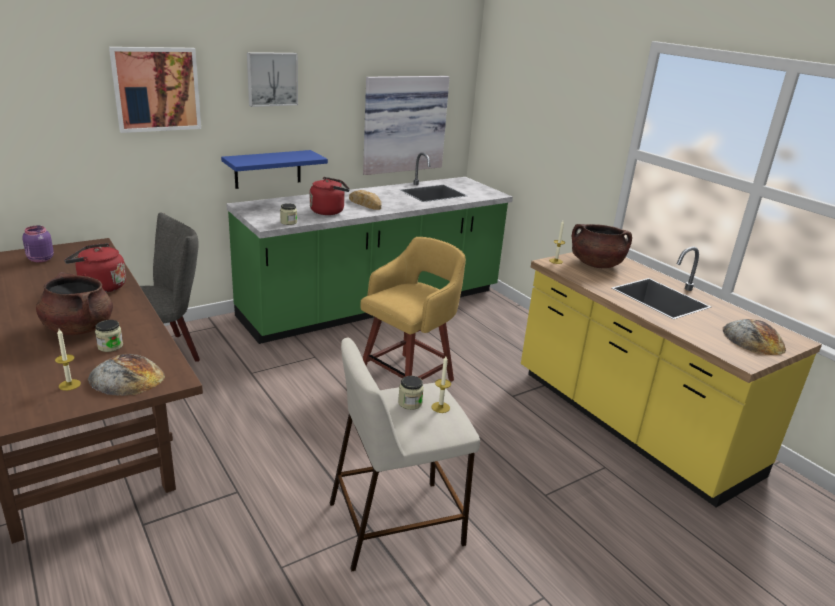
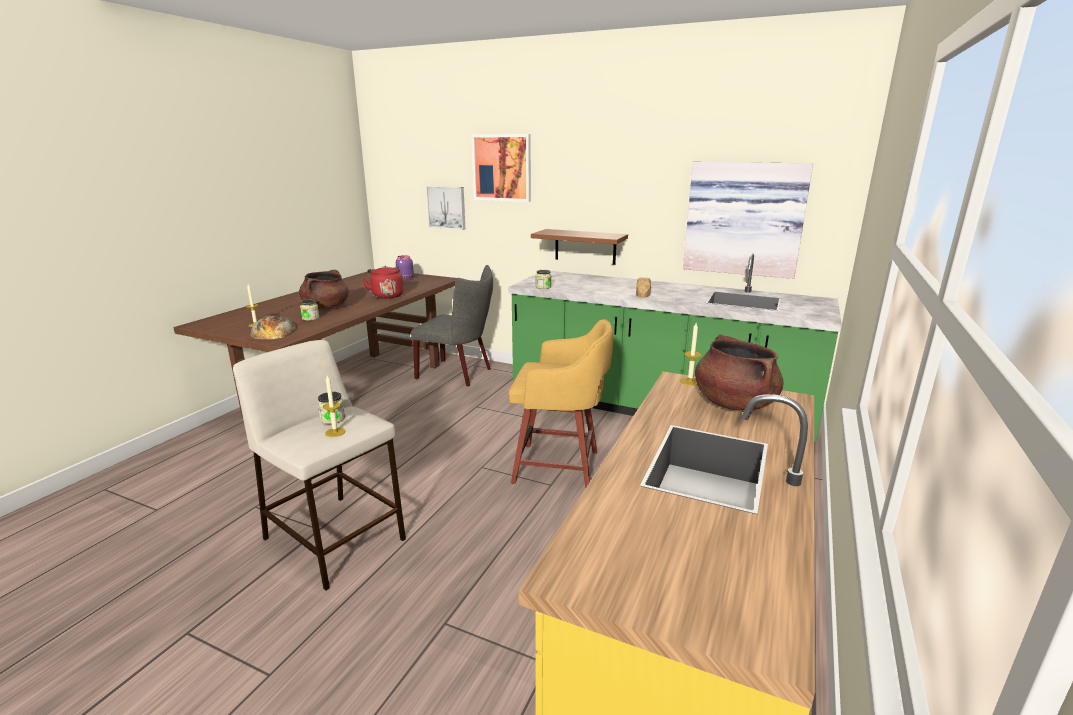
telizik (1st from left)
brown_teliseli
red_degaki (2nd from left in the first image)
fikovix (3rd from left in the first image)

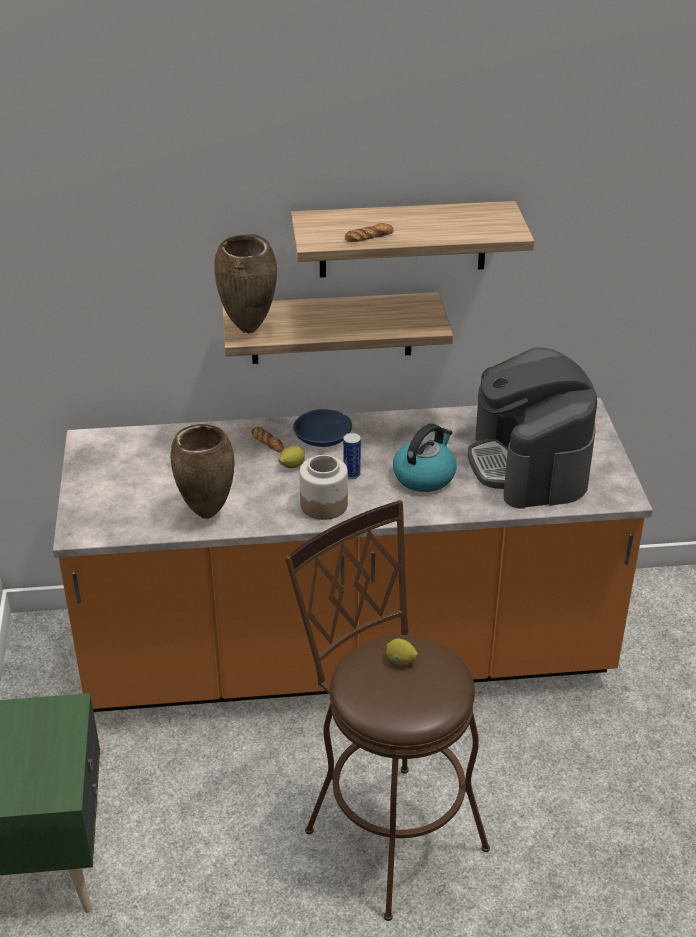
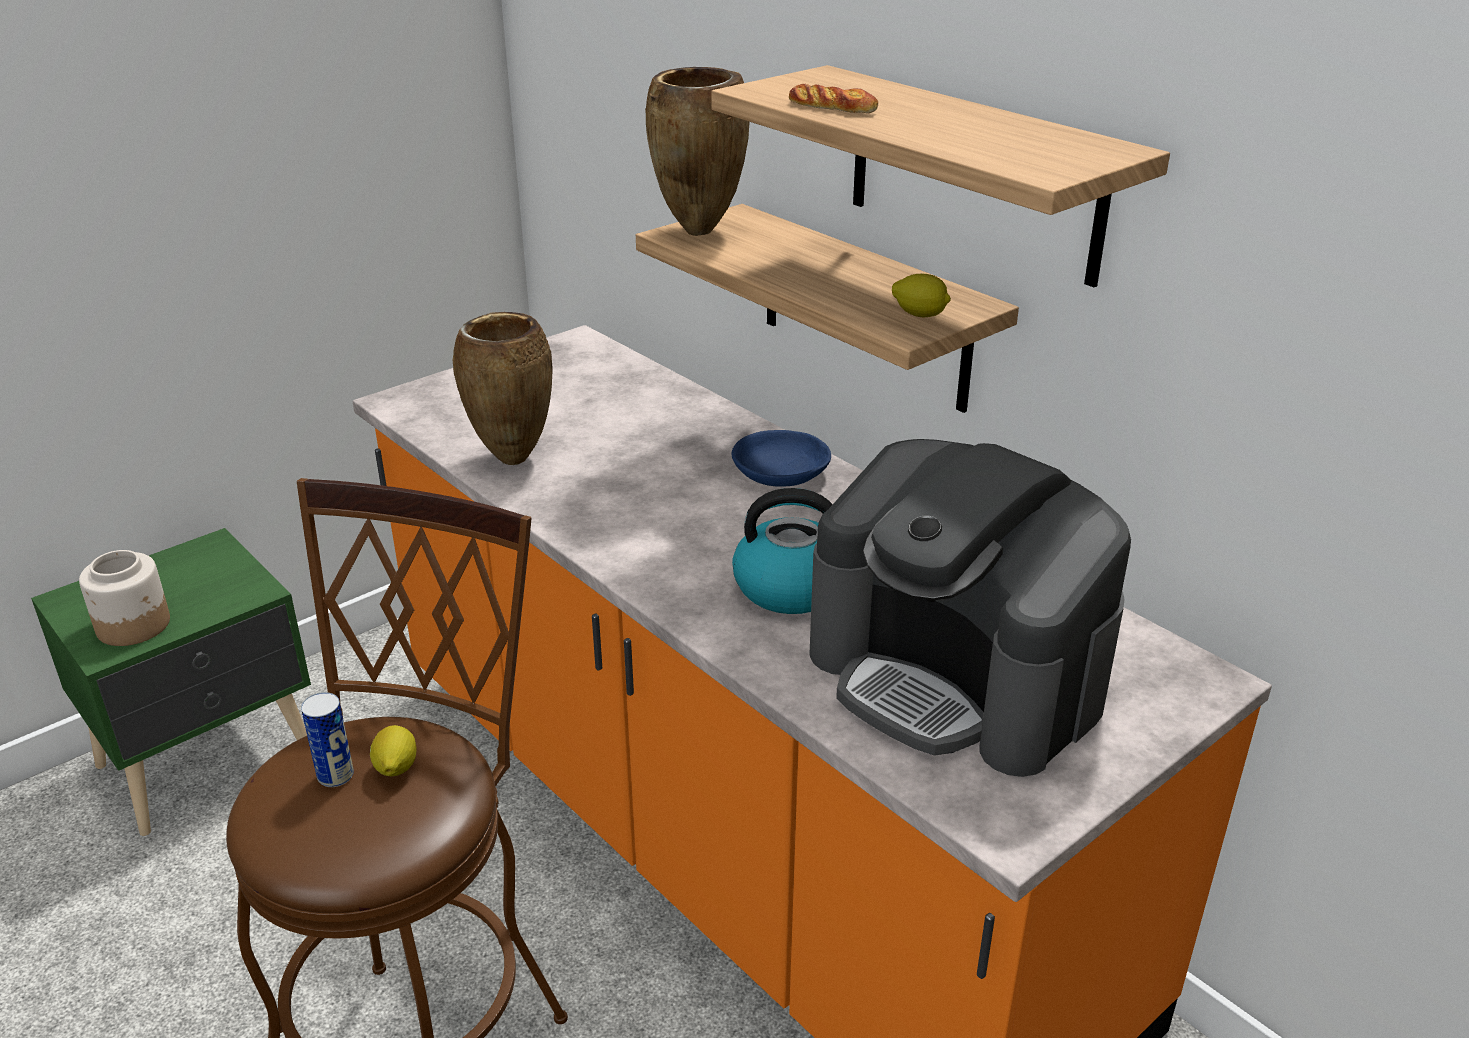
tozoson
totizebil
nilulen
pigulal (2nd from left)
fikovix (1st from left in the first image)

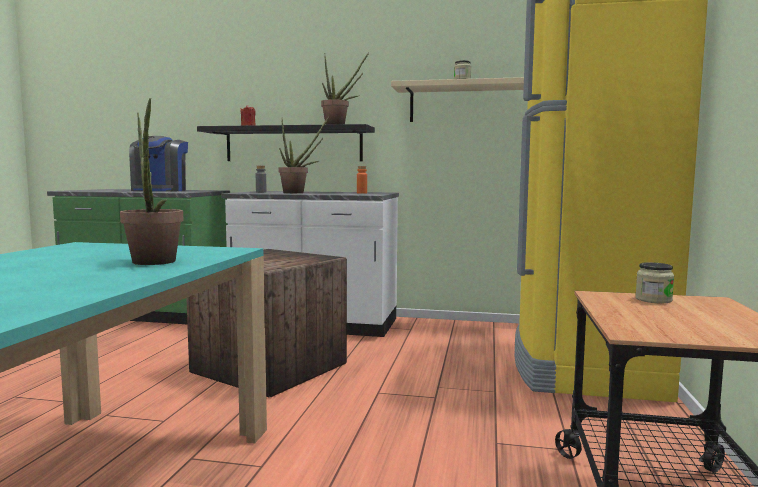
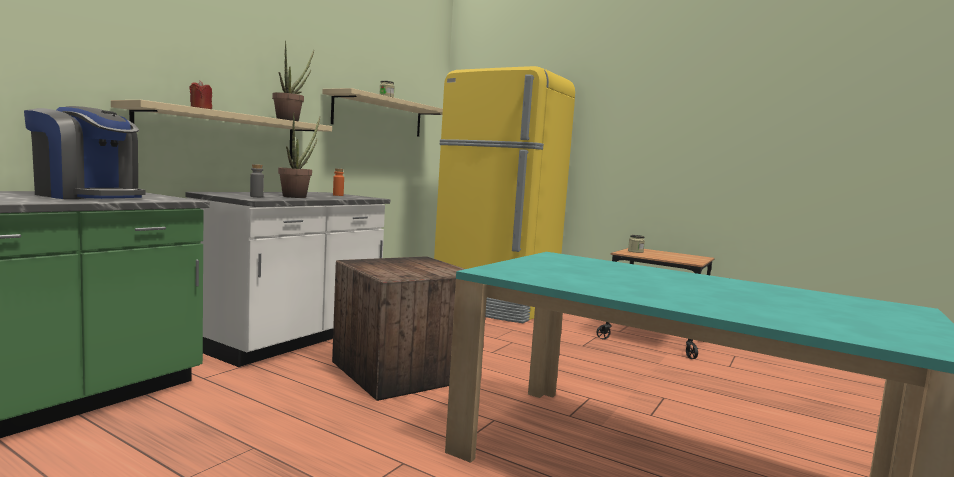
beige_teliseli (1st from left)
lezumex (1st from left in the first image)

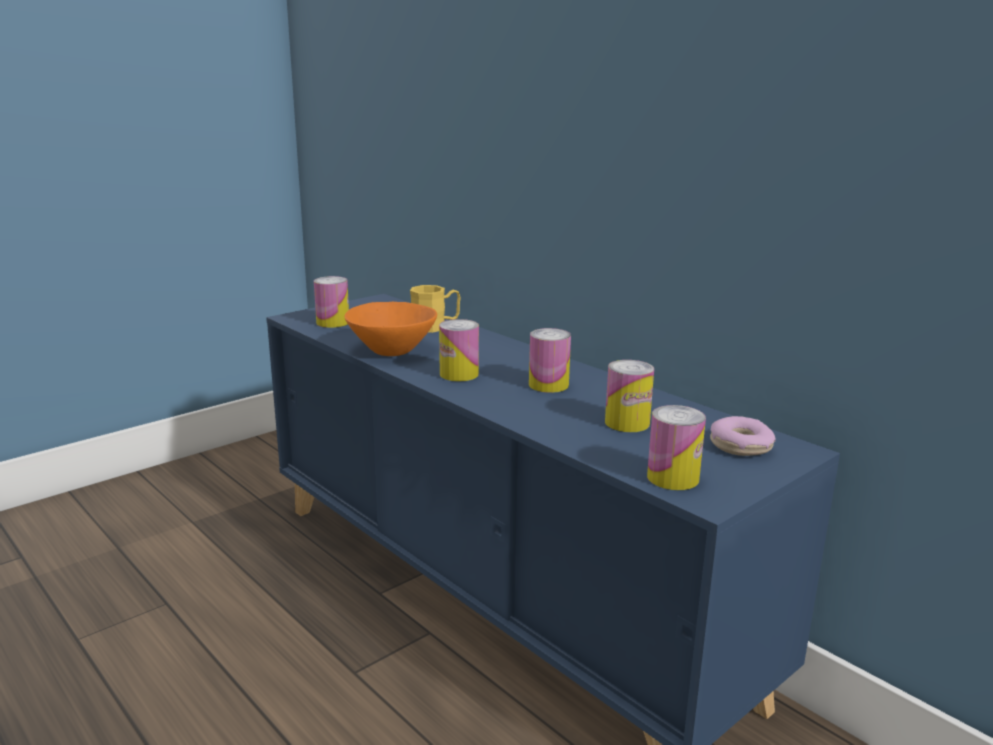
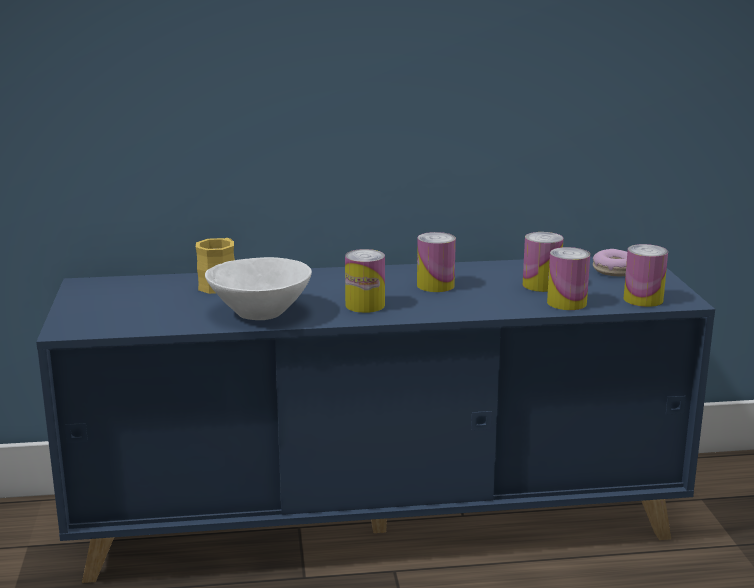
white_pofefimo
totizebil (4th from left)

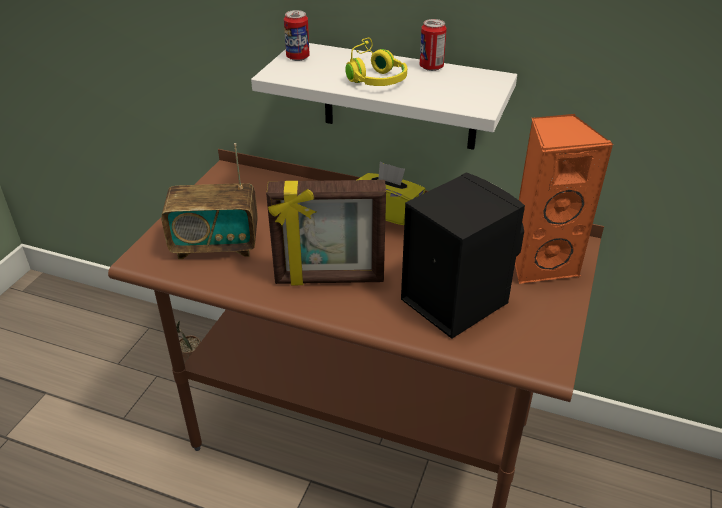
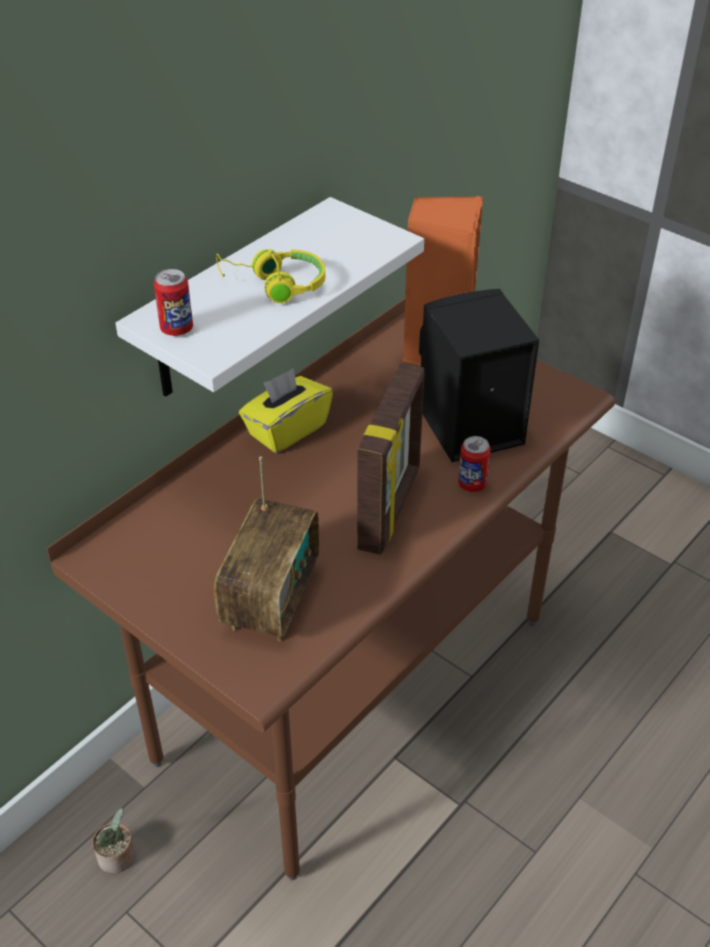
totizebil (2nd from left)

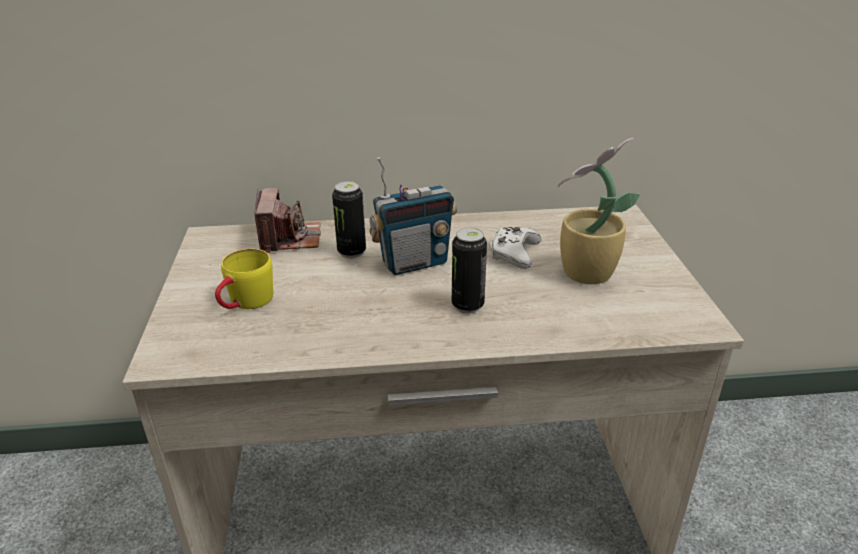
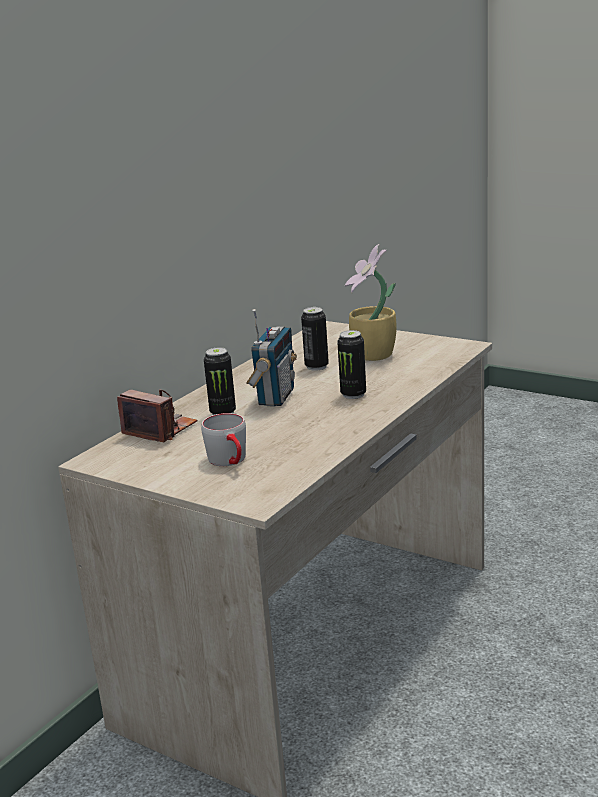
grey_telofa
totizebil (2nd from left)

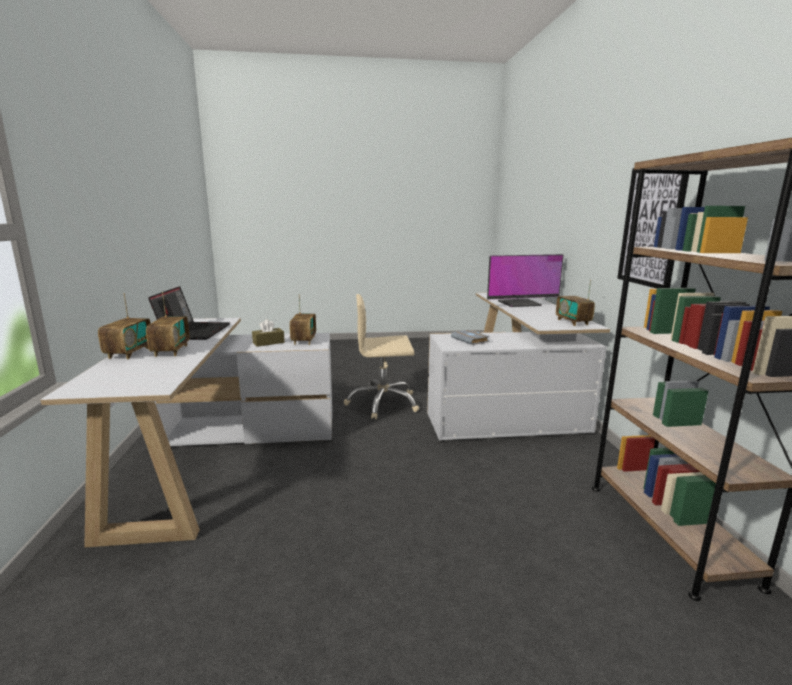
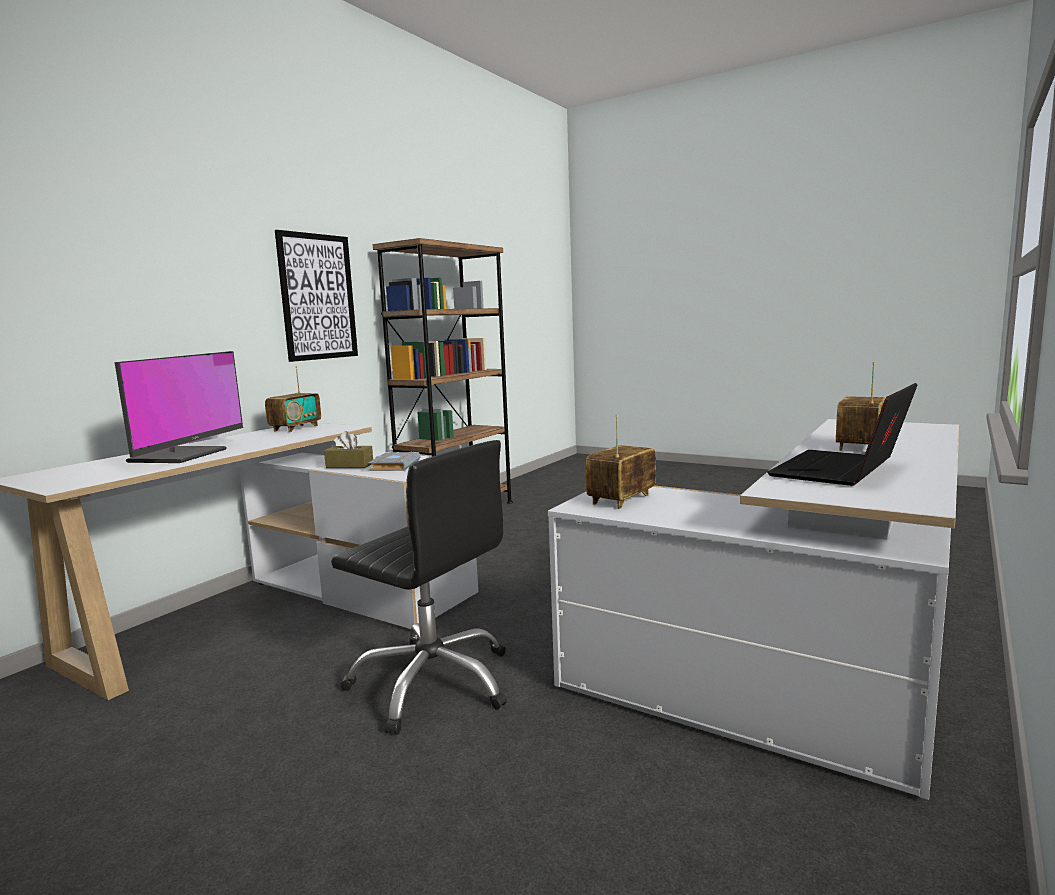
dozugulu
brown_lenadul
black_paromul
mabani (1st from left in the first image)

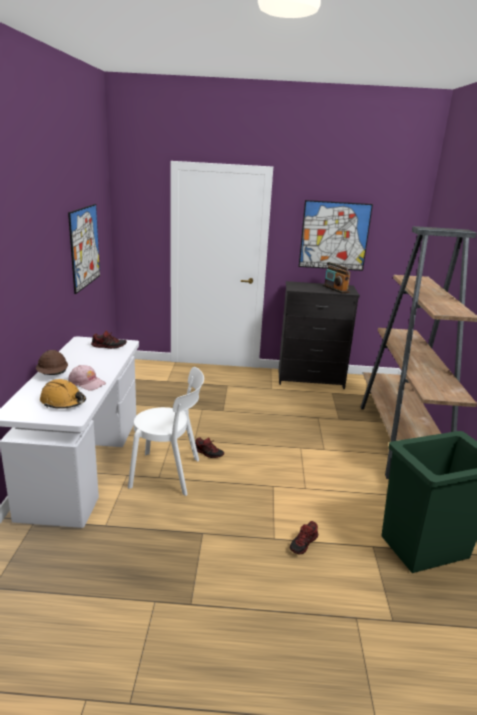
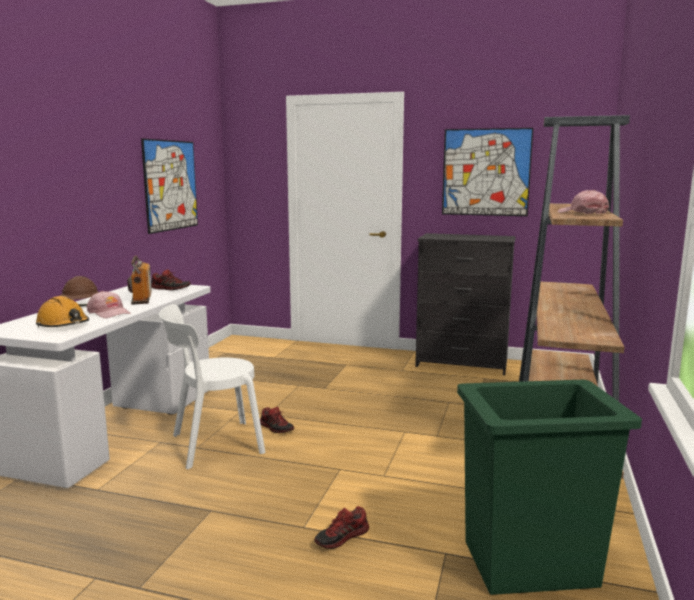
mabani
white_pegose
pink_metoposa (2nd from left)

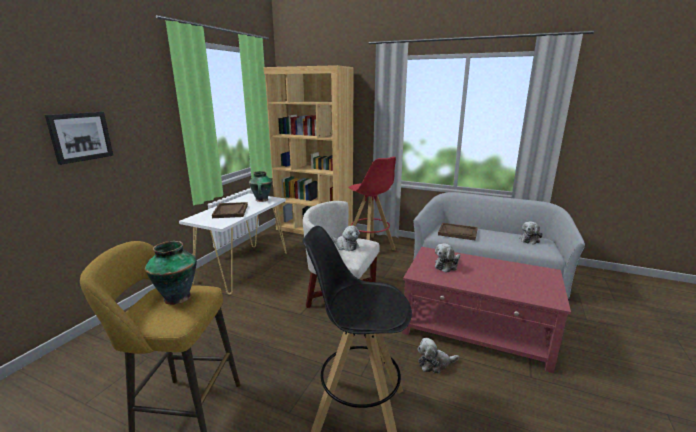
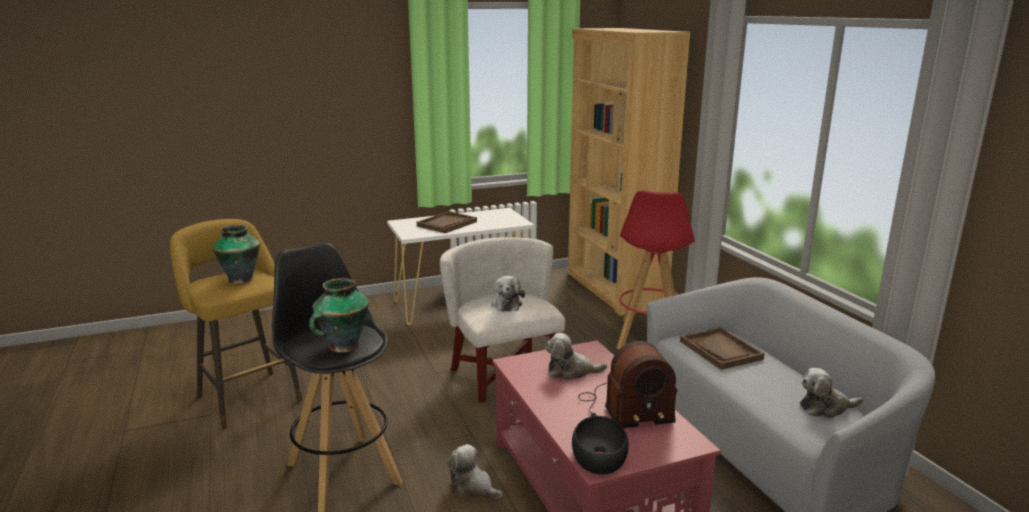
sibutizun (2nd from left)
black_pofefimo
mabani
telizik

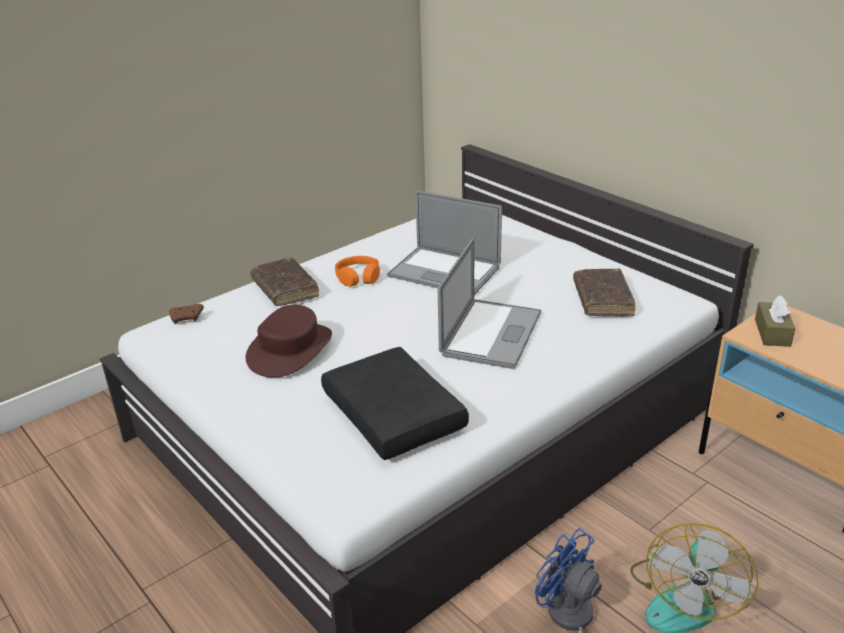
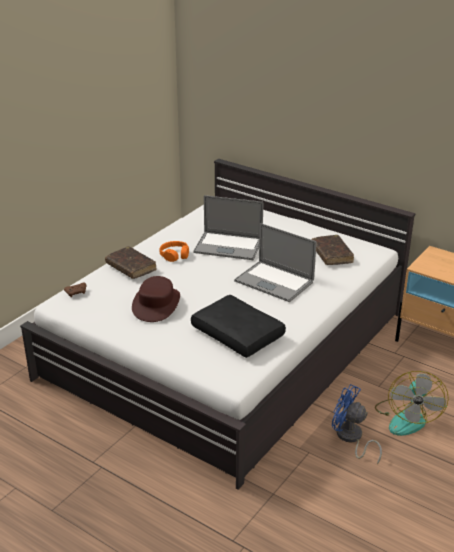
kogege (2nd from left)
brown_lenadul

